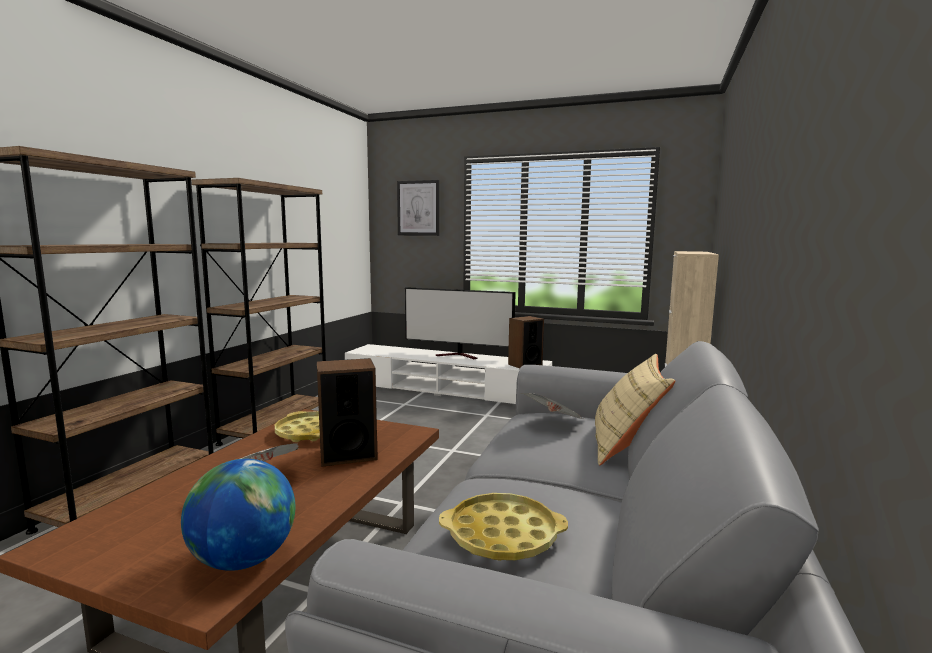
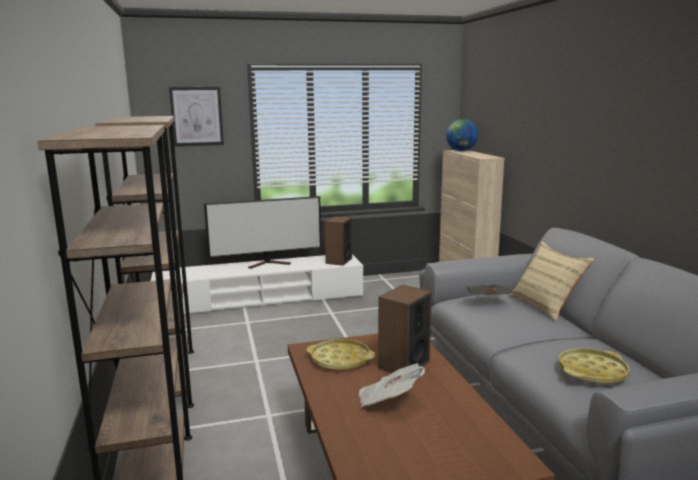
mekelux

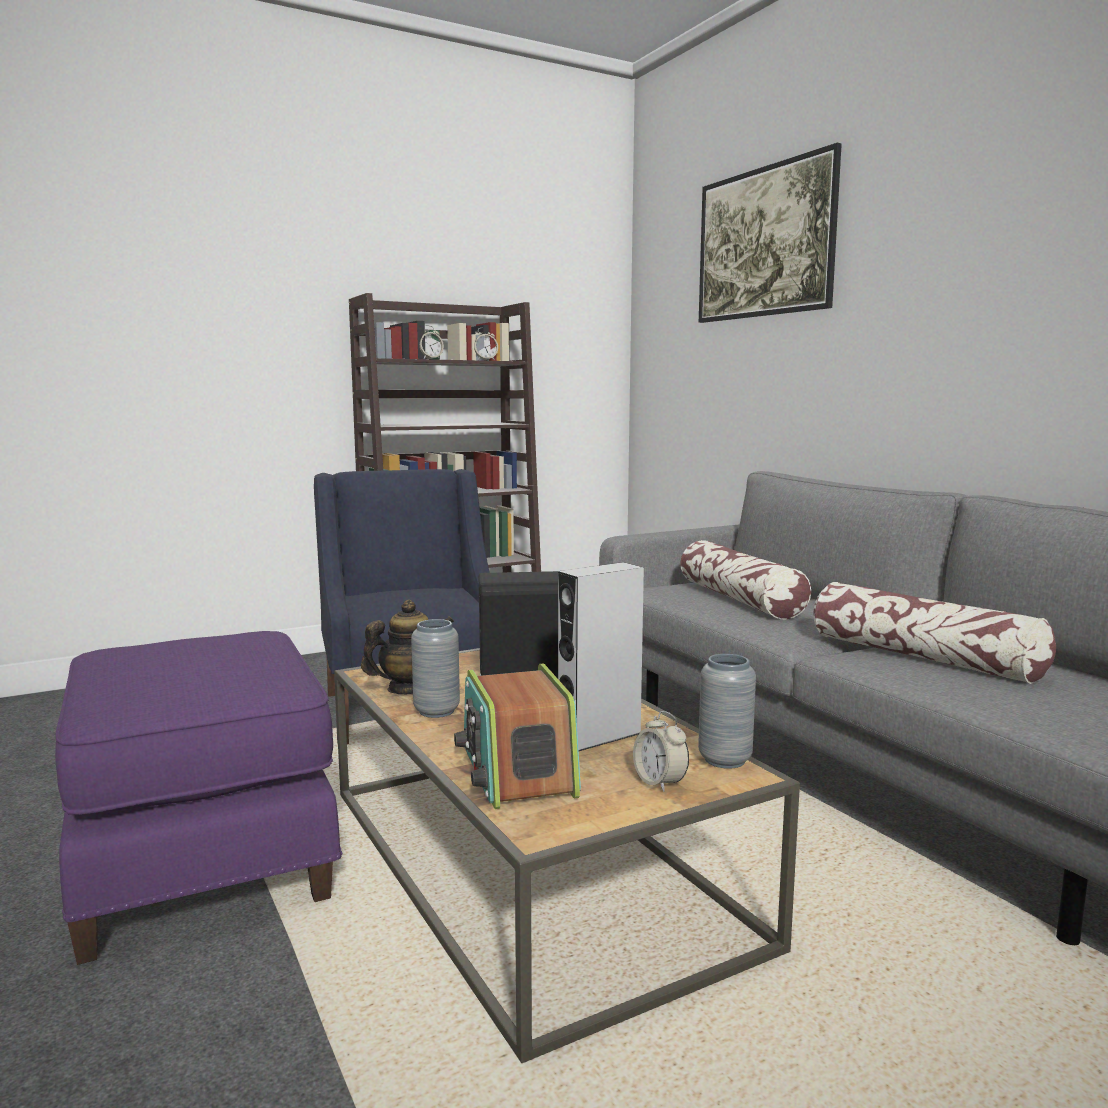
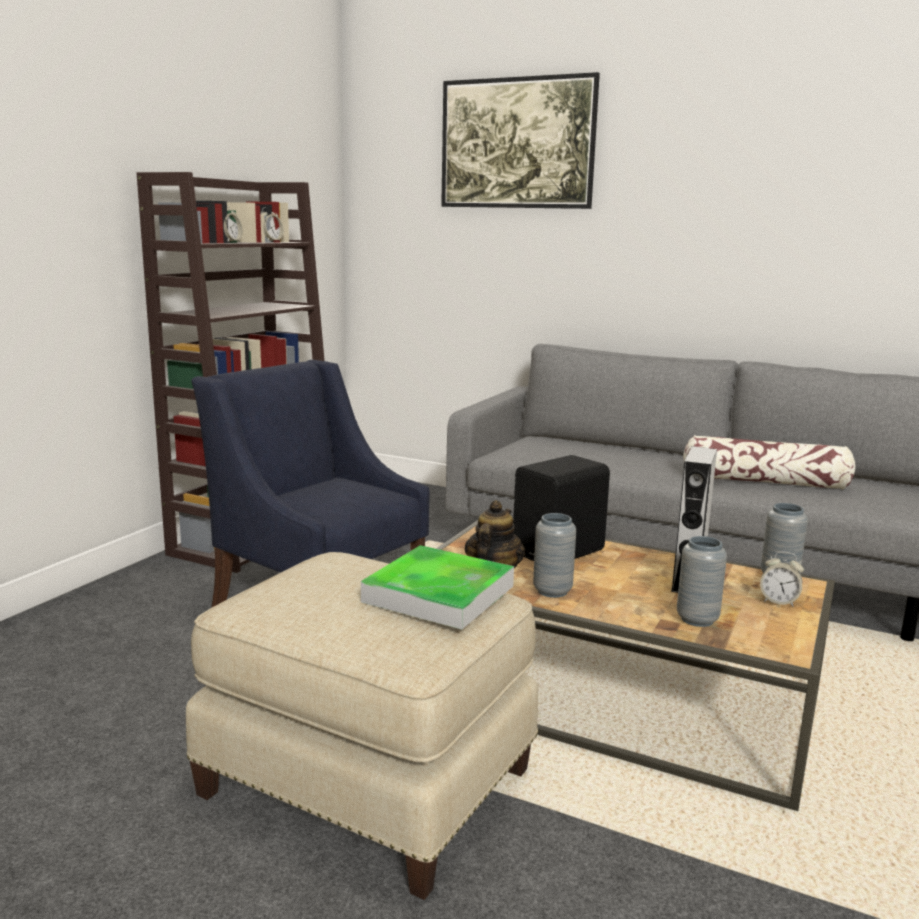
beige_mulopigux
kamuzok
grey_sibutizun (2nd from left)
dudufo (1st from left in the first image)

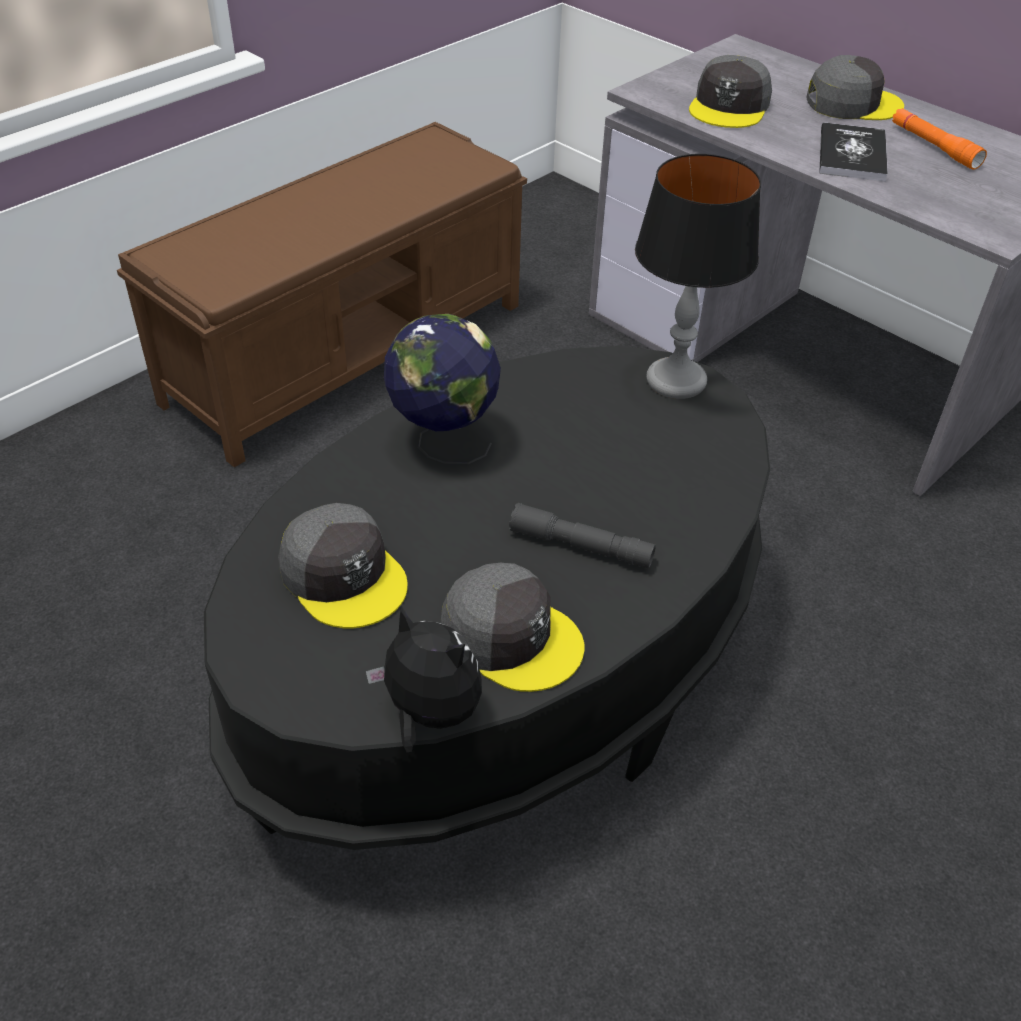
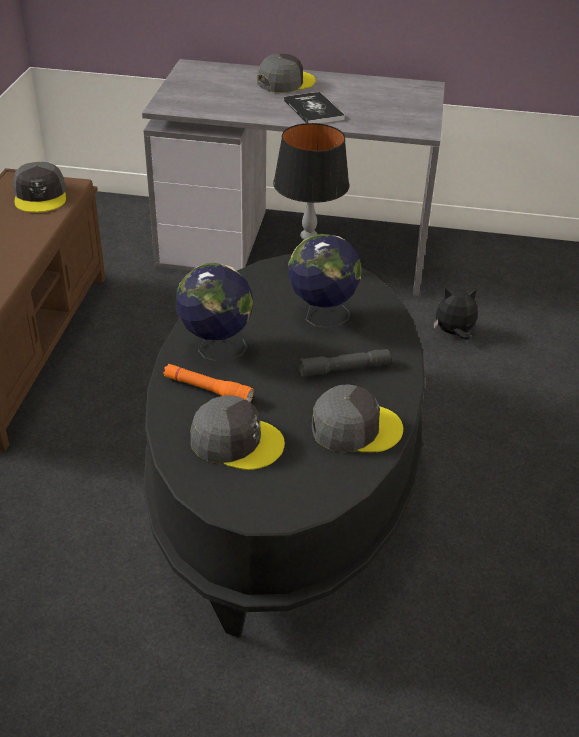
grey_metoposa (1st from left)
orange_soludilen
mekelux (2nd from left)
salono

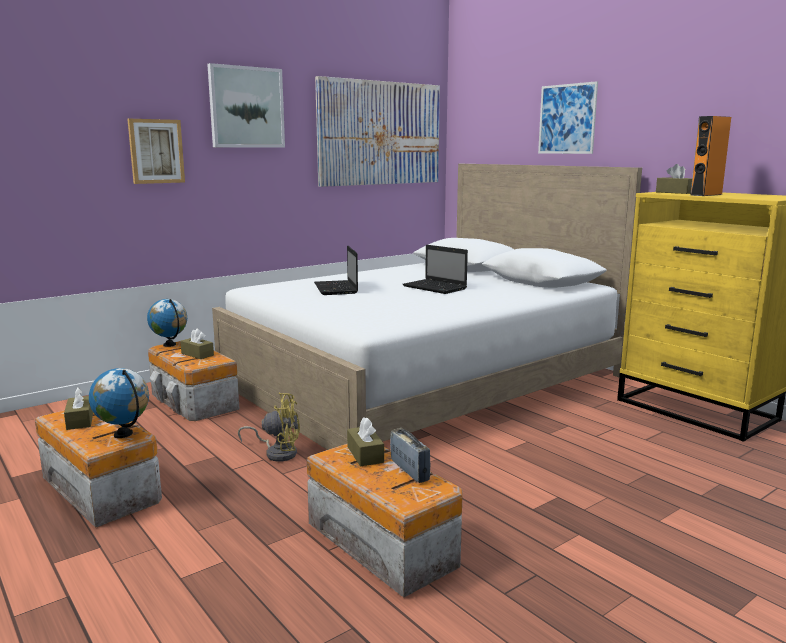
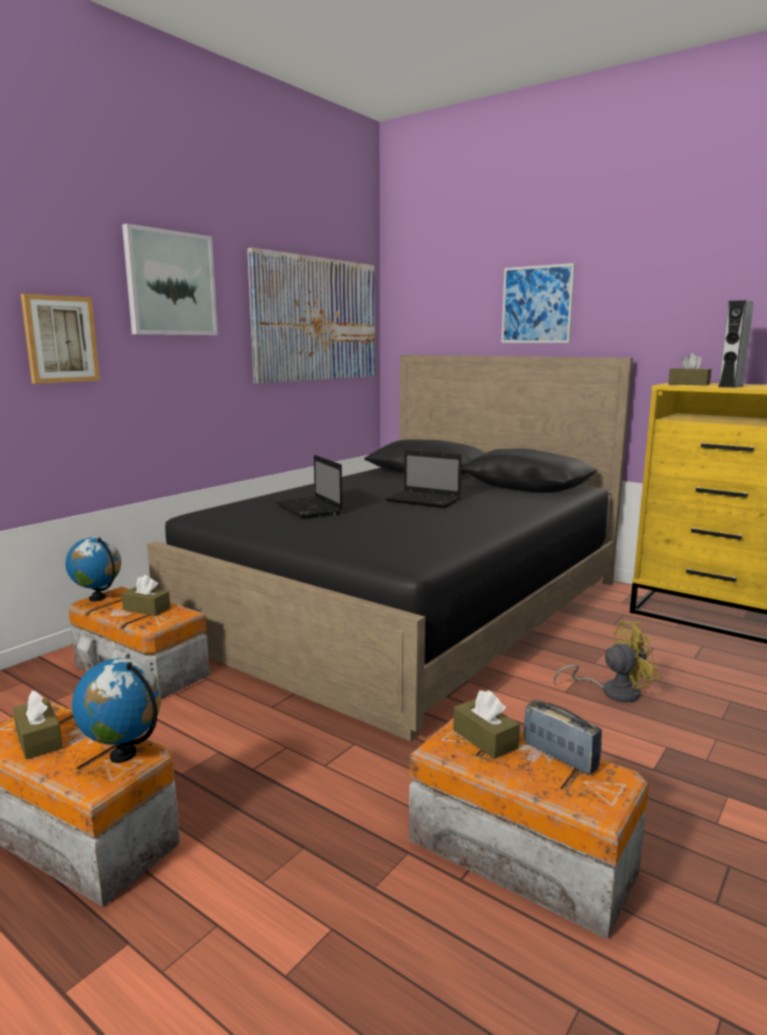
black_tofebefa
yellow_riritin
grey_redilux

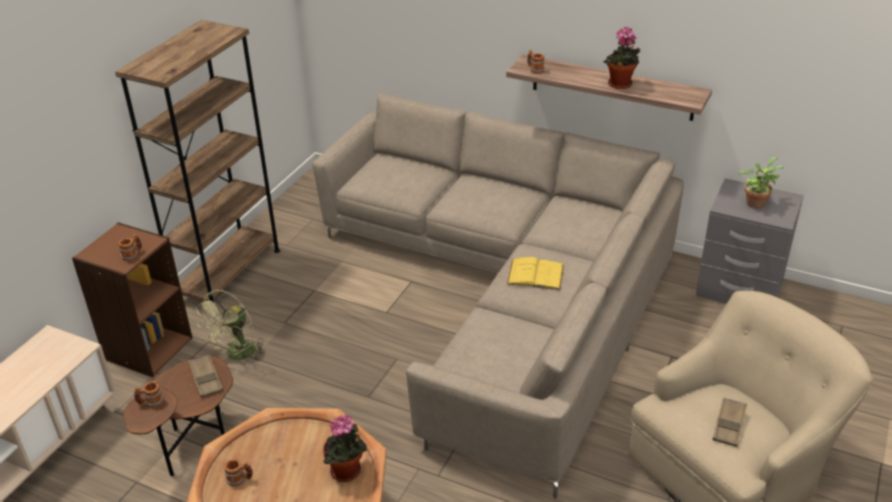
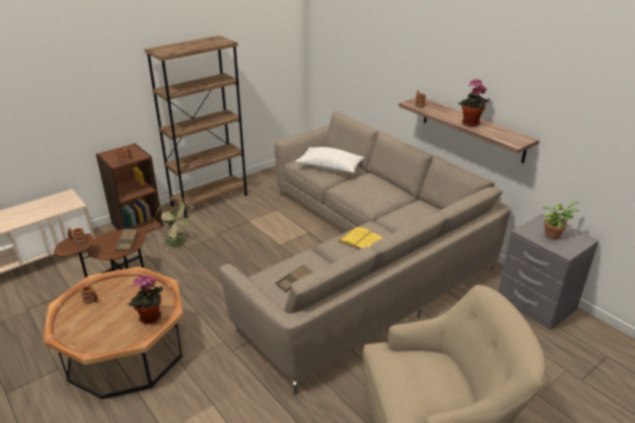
green_riritin
brown_kamuzok (2nd from left)
white_dudufo

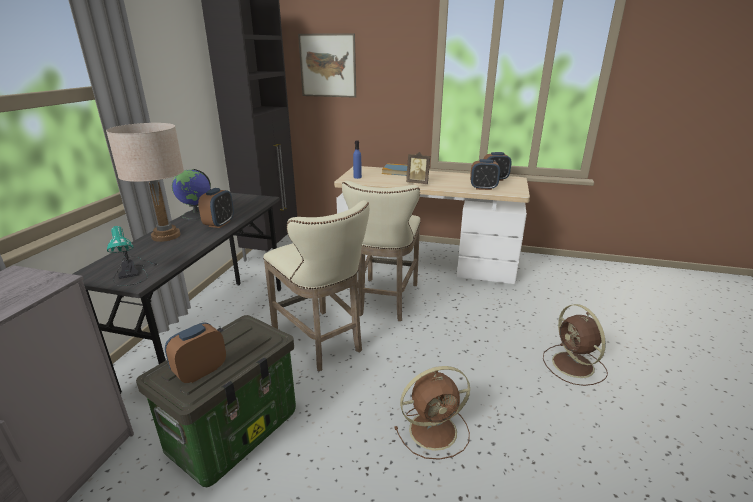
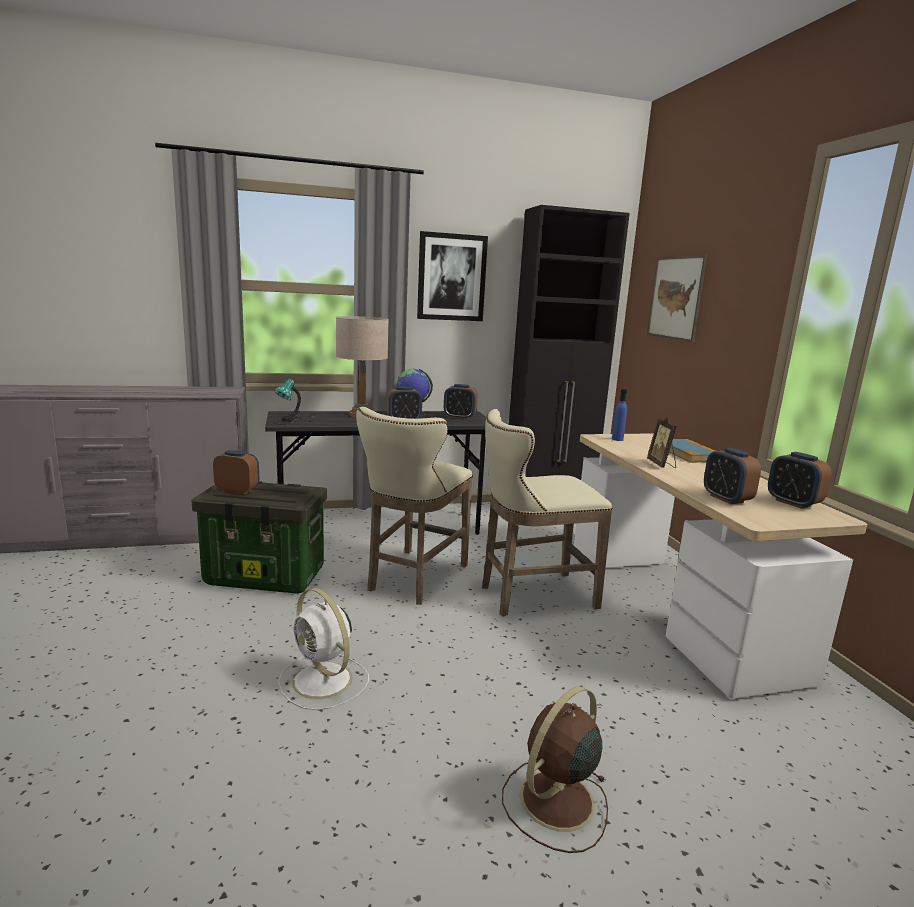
white_riritin
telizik (1st from left)
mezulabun (3rd from left)

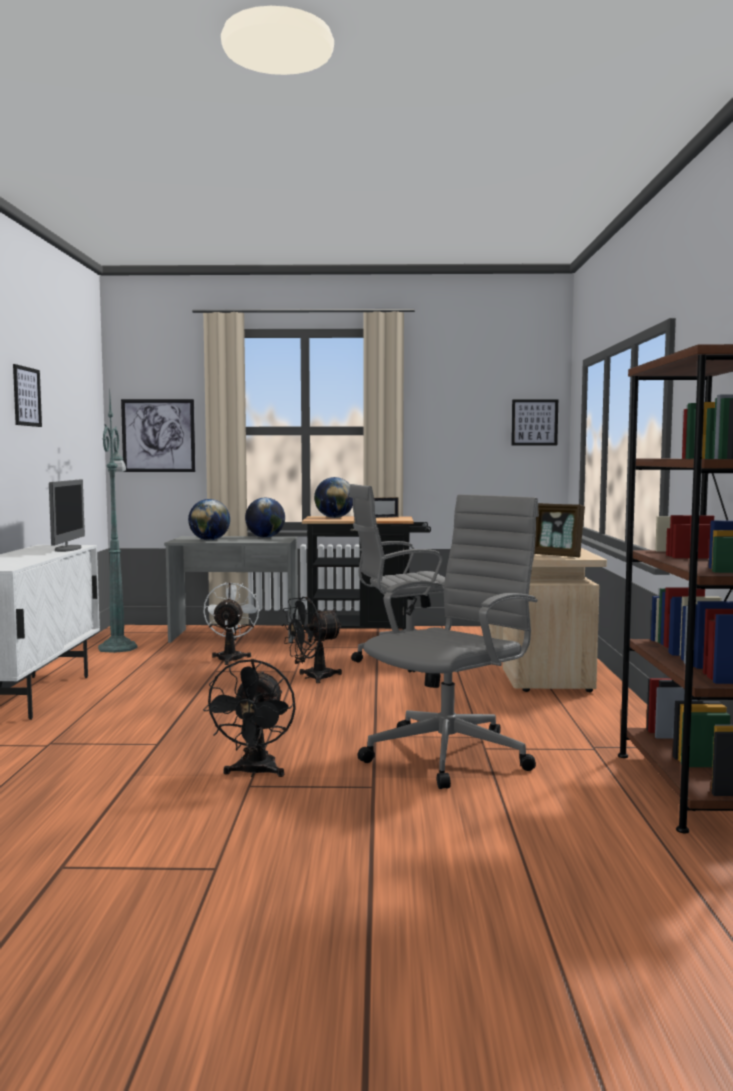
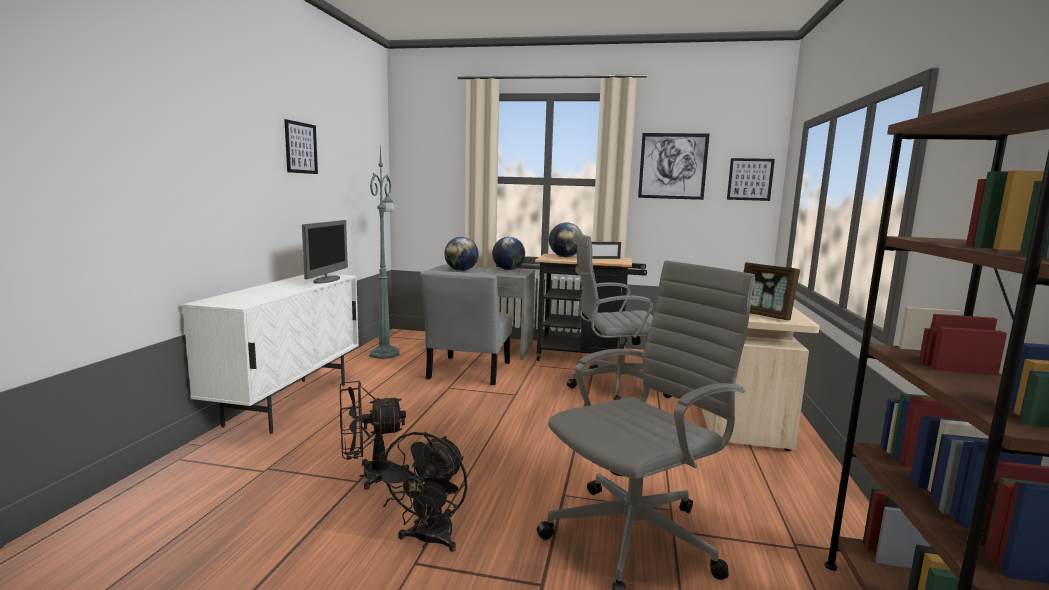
black_riritin (1st from left)
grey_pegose
telizik (2nd from left)

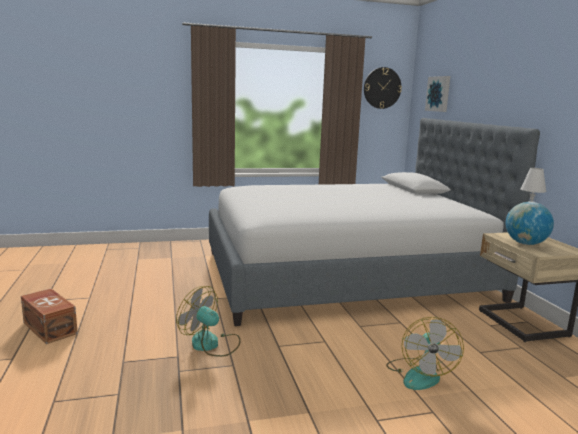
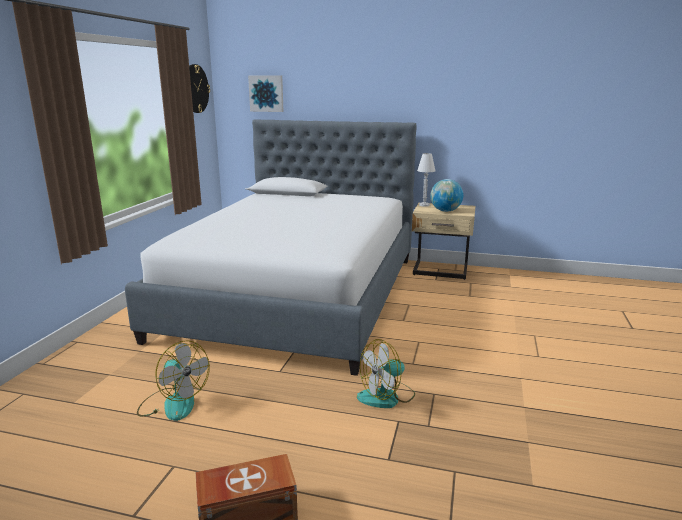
riritin (1st from left)

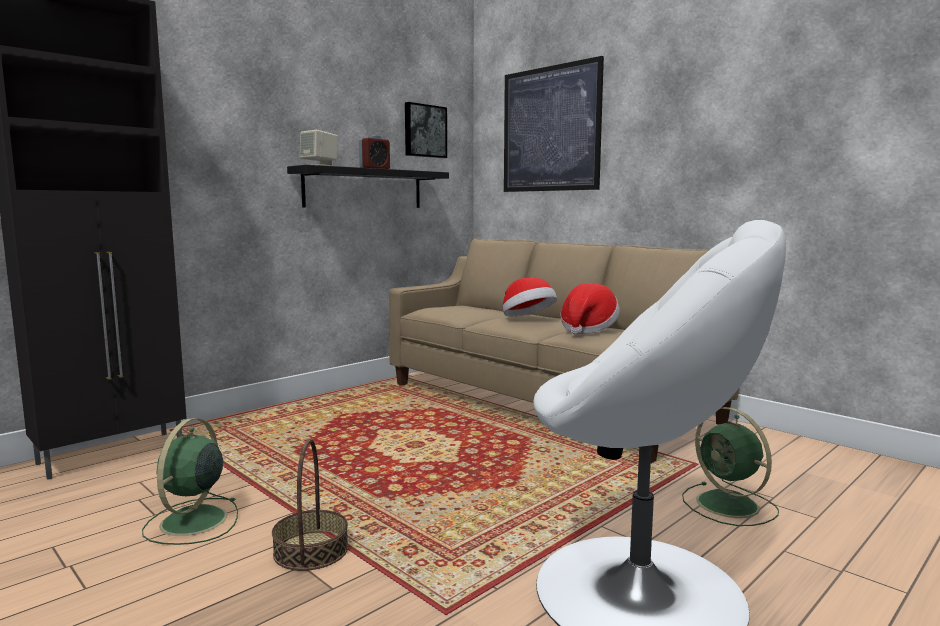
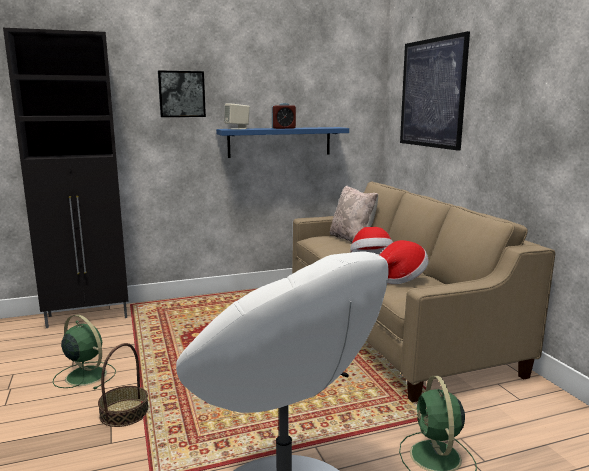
green_riritin (1st from left)
telizik (1st from left)
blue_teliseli
beige_dudufo

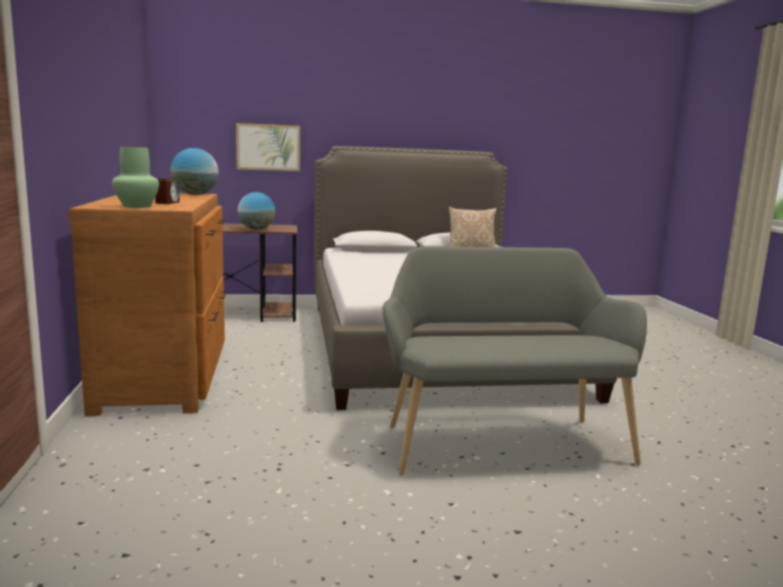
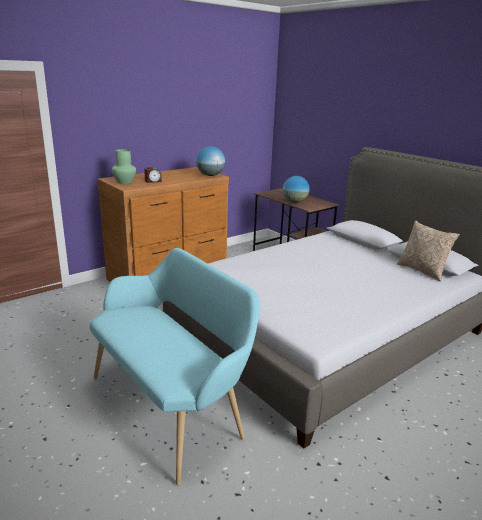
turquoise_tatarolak
telizik

